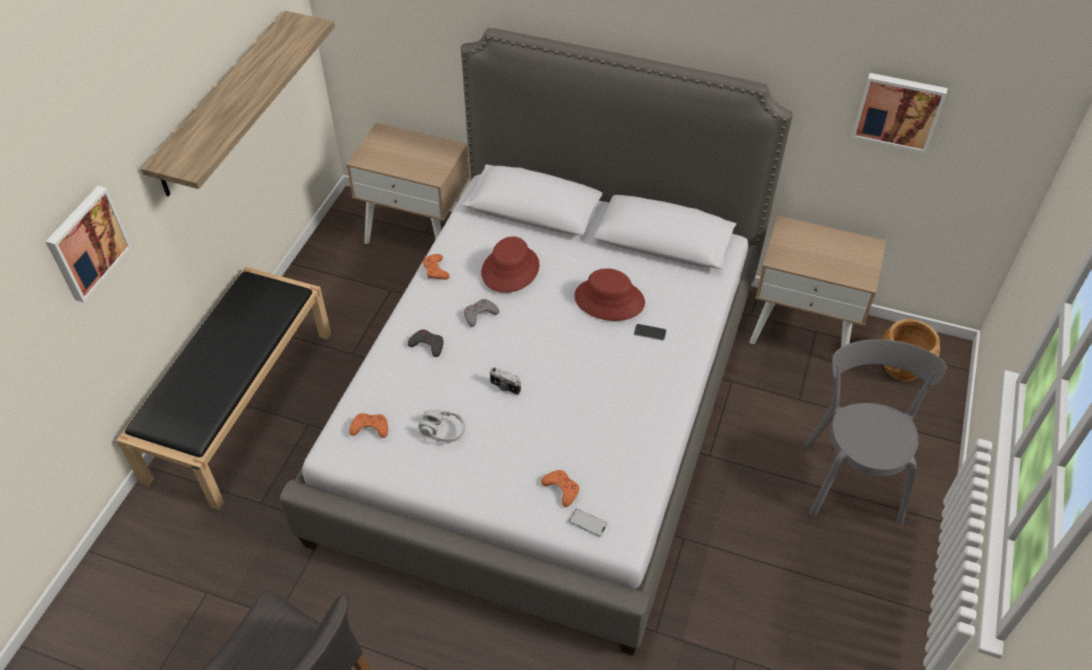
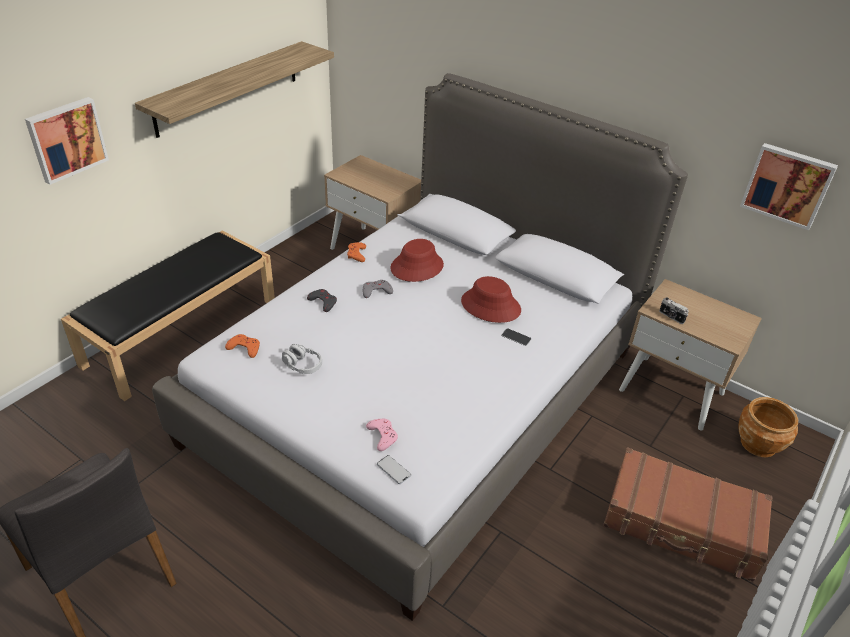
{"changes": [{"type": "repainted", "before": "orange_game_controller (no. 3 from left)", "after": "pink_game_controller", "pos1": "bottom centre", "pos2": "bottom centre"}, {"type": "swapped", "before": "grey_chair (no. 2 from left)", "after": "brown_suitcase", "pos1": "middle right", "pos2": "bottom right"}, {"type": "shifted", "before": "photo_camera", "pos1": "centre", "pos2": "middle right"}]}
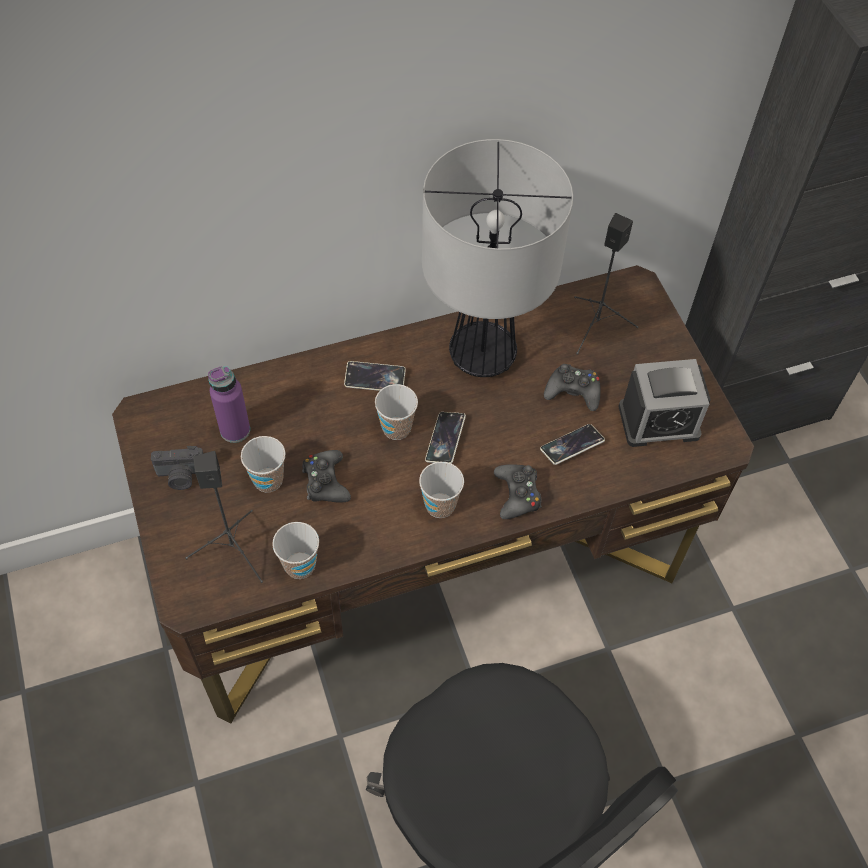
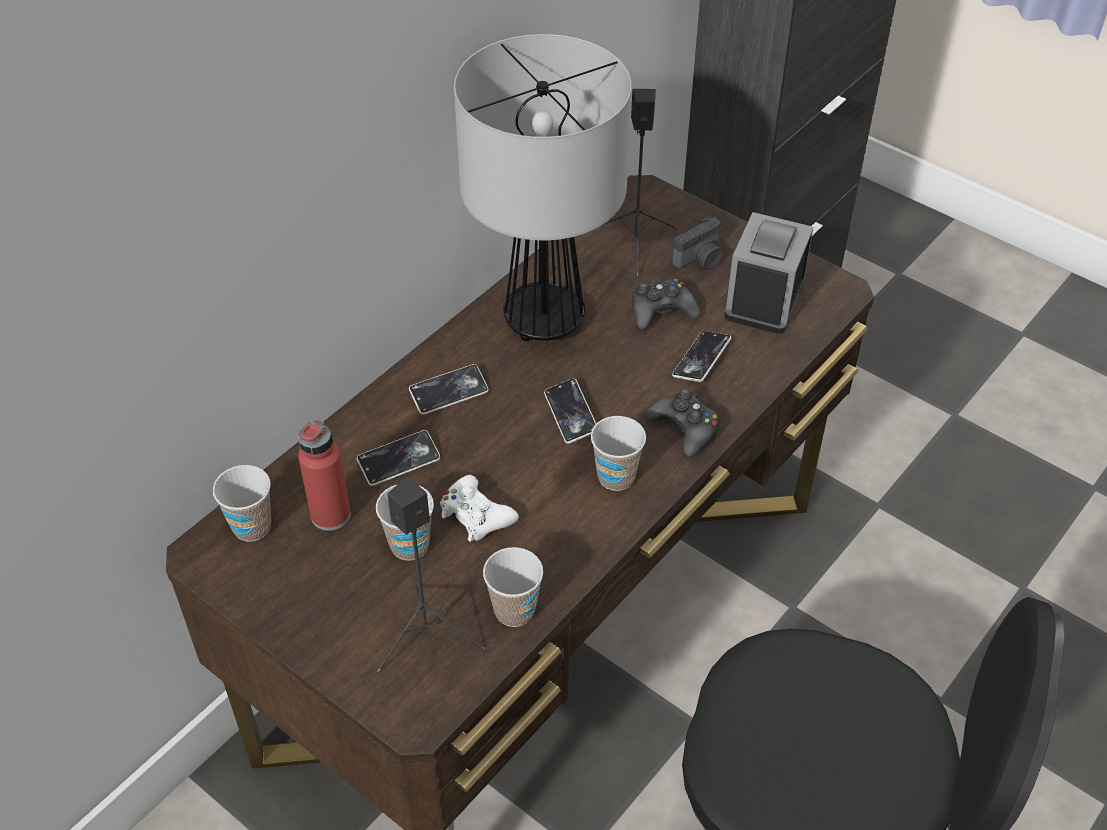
{"changes": [{"type": "shifted", "before": "cup (no. 3 from left in the first image)", "after": "cup (no. 1 from left)", "pos1": "centre", "pos2": "middle left"}, {"type": "repainted", "before": "purple_bottle", "after": "red_bottle", "pos1": "middle left", "pos2": "middle left"}, {"type": "new", "after": "phone (no. 1 from left)", "pos2": "centre"}, {"type": "repainted", "before": "black_game_controller (no. 1 from left)", "after": "white_game_controller", "pos1": "centre", "pos2": "centre"}, {"type": "shifted", "before": "photo_camera", "pos1": "middle left", "pos2": "top centre"}, {"type": "rotated", "before": "alarm_clock", "pos1": "middle right", "pos2": "top right", "turn": 150}]}
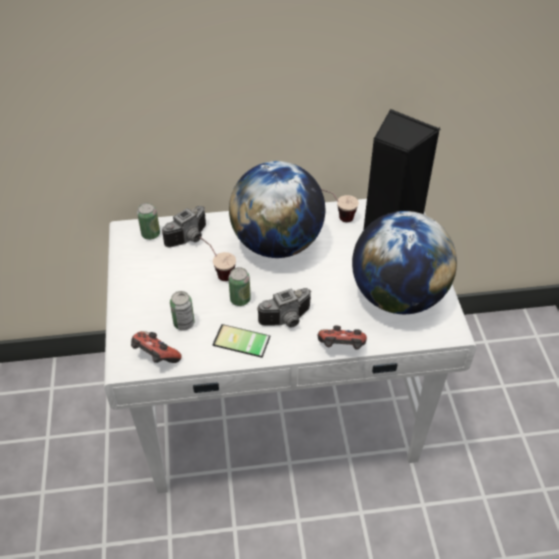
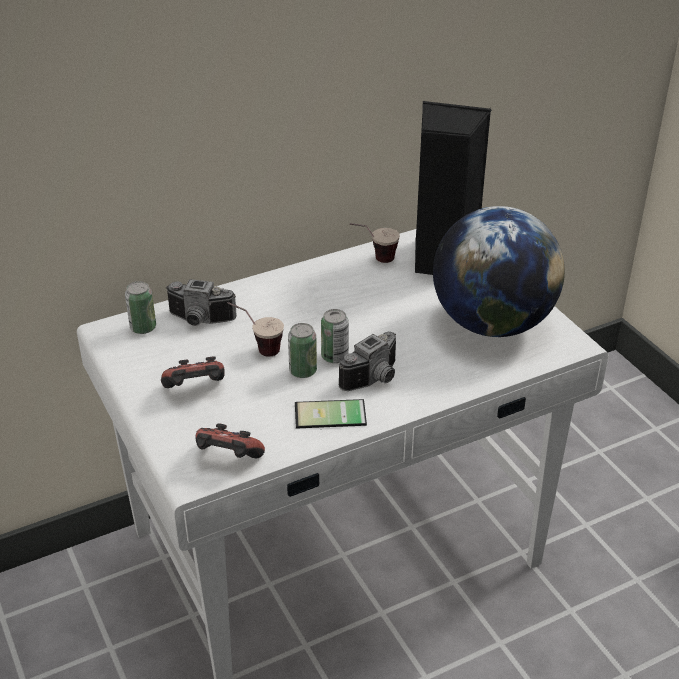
{"changes": [{"type": "shifted", "before": "game_controller (no. 2 from left in the first image)", "after": "game_controller (no. 1 from left)", "pos1": "centre", "pos2": "middle left"}, {"type": "rotated", "before": "photo_camera (no. 1 from left)", "pos1": "middle left", "pos2": "middle left", "turn": 75}, {"type": "shifted", "before": "can (no. 2 from left in the first image)", "after": "can (no. 3 from left)", "pos1": "middle left", "pos2": "centre"}, {"type": "gone", "before": "globe (no. 1 from left)", "pos1": "centre"}]}
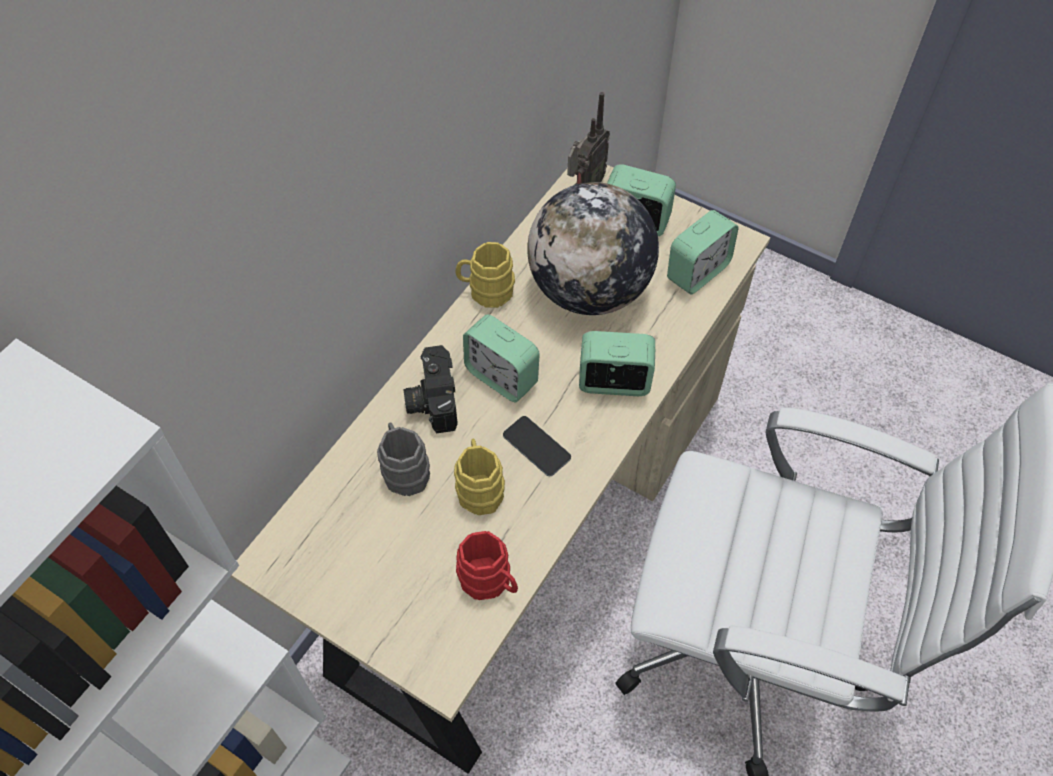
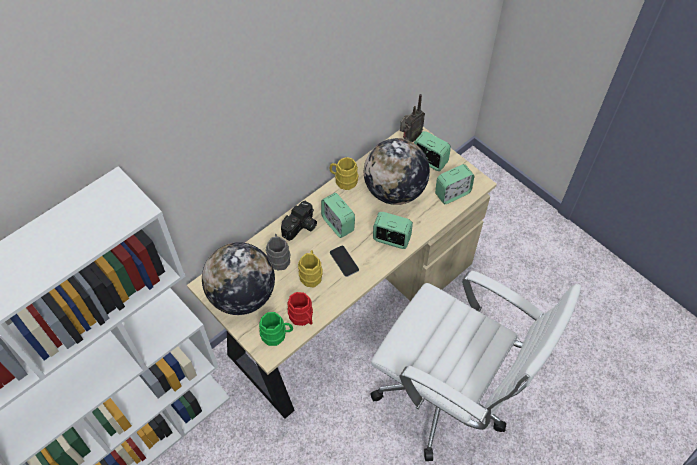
{"changes": [{"type": "new", "after": "globe (no. 1 from left)", "pos2": "centre"}, {"type": "new", "after": "green_mug", "pos2": "bottom centre"}, {"type": "rotated", "before": "photo_camera", "pos1": "centre", "pos2": "centre", "turn": -150}]}
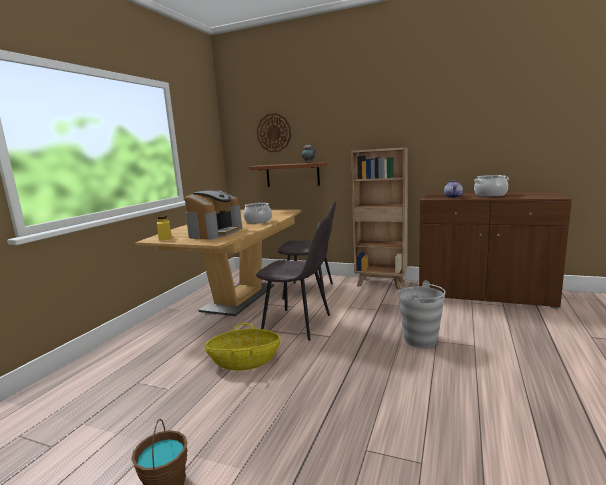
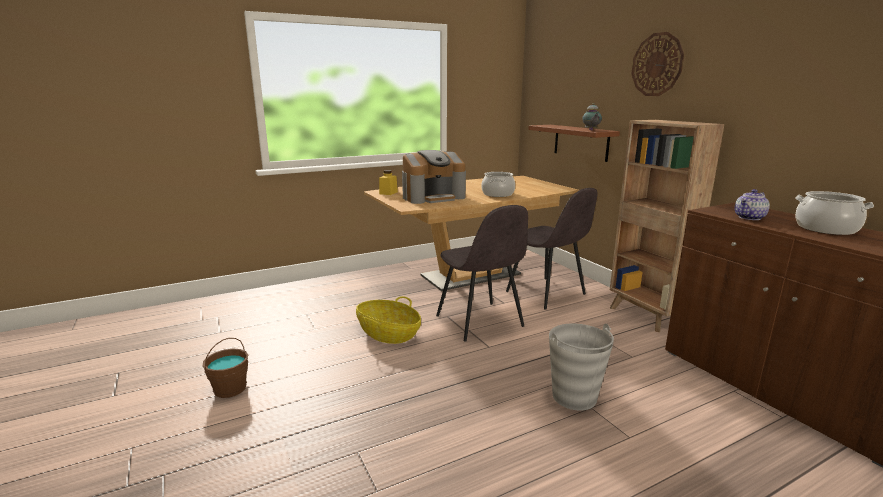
{"changes": [{"type": "shifted", "before": "wall_clock", "pos1": "top centre", "pos2": "top right"}]}
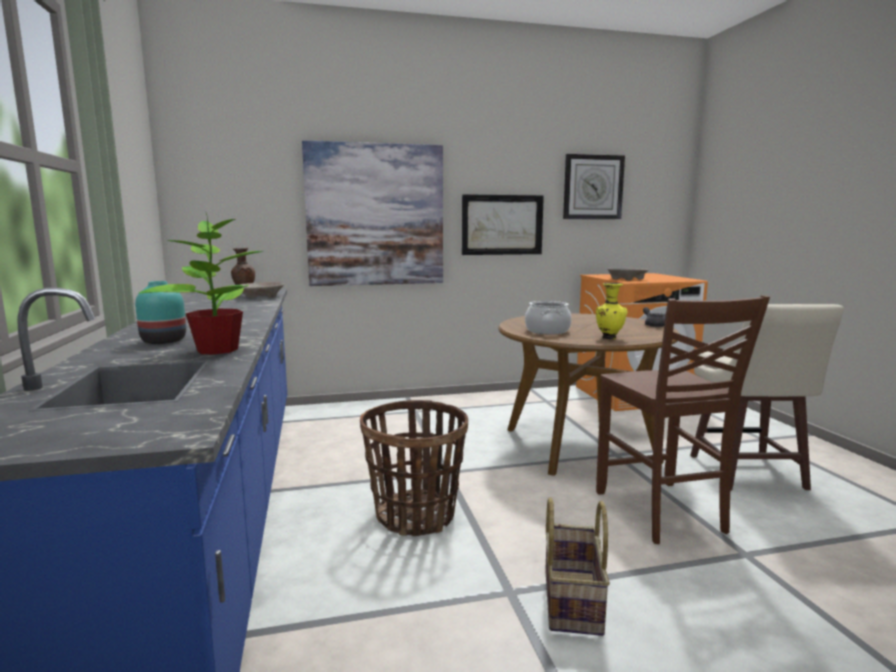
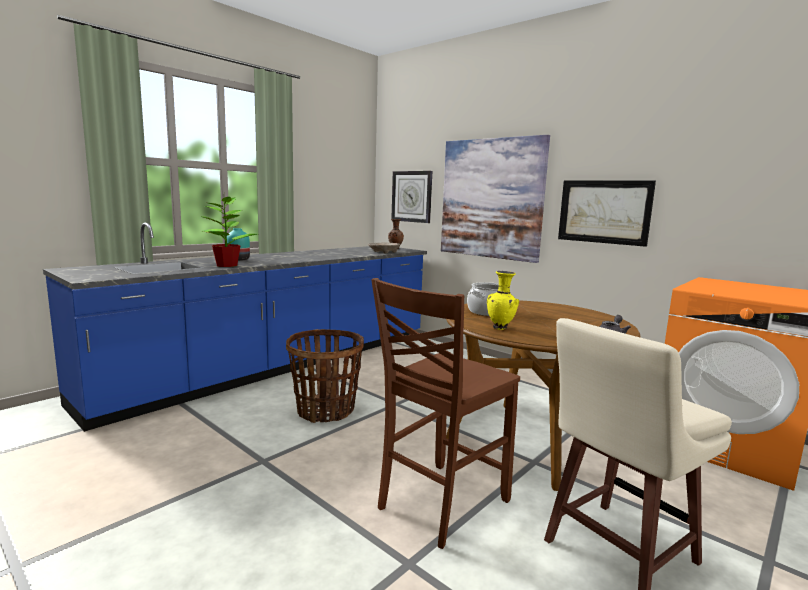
{"changes": [{"type": "shifted", "before": "wall_clock", "pos1": "top centre", "pos2": "centre"}, {"type": "gone", "before": "basket (no. 2 from left)", "pos1": "bottom centre"}, {"type": "gone", "before": "beige_bowl (no. 2 from left)", "pos1": "middle right"}]}
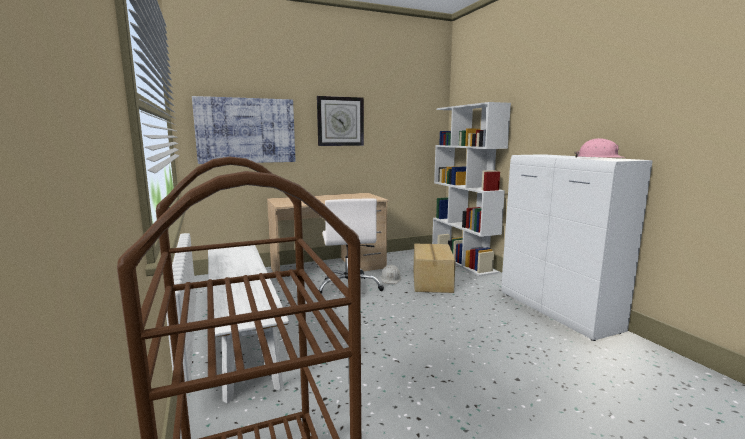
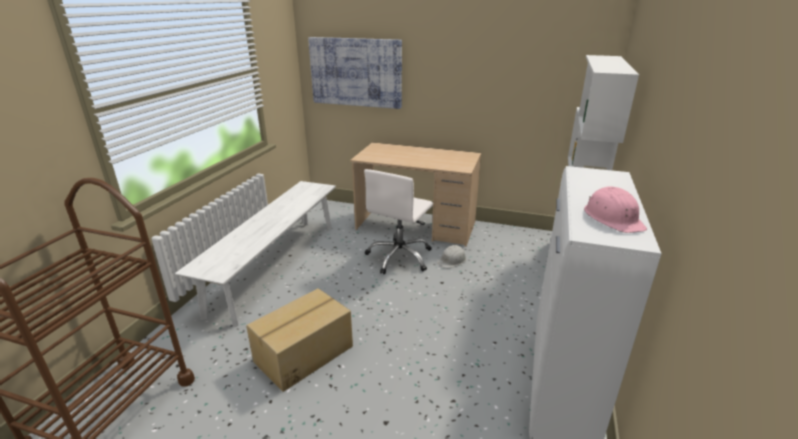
{"changes": [{"type": "shifted", "before": "cardboard_box", "pos1": "centre", "pos2": "bottom centre"}, {"type": "gone", "before": "wall_clock", "pos1": "top centre"}]}
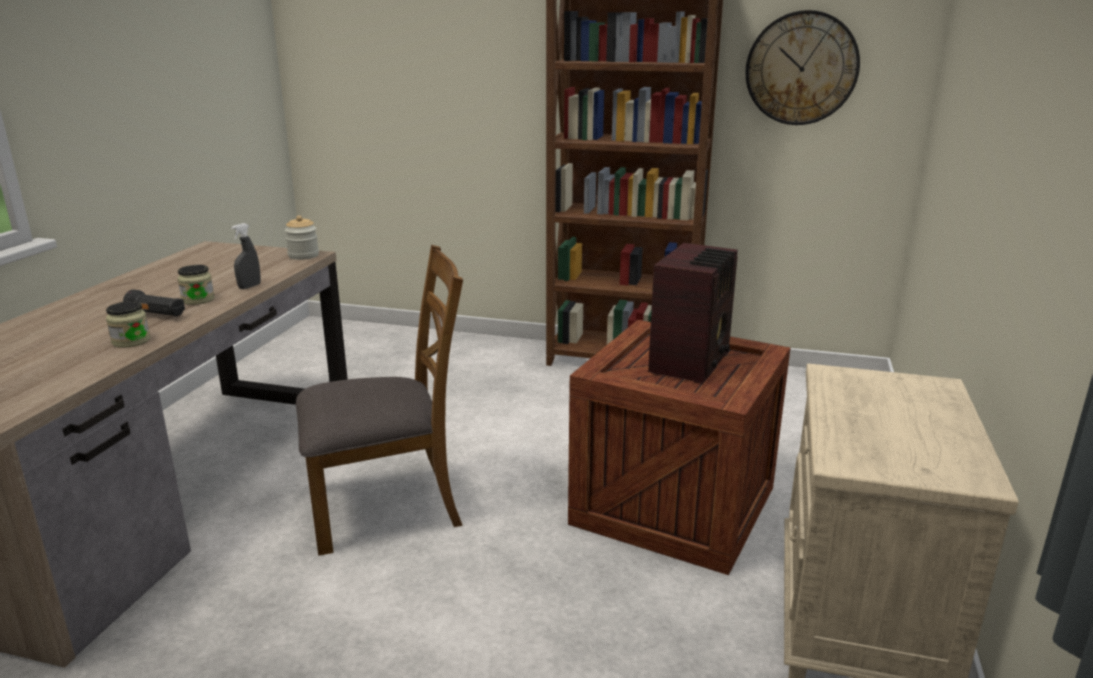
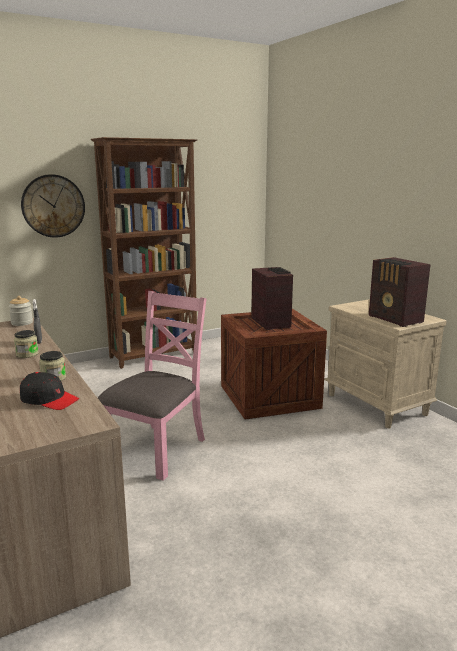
{"changes": [{"type": "new", "after": "black_cap", "pos2": "middle left"}, {"type": "shifted", "before": "wall_clock", "pos1": "top right", "pos2": "top left"}, {"type": "repainted", "before": "brown_chair", "after": "pink_chair", "pos1": "centre", "pos2": "middle left"}, {"type": "new", "after": "radio (no. 2 from left)", "pos2": "middle right"}, {"type": "gone", "before": "black_flashlight", "pos1": "middle left"}]}
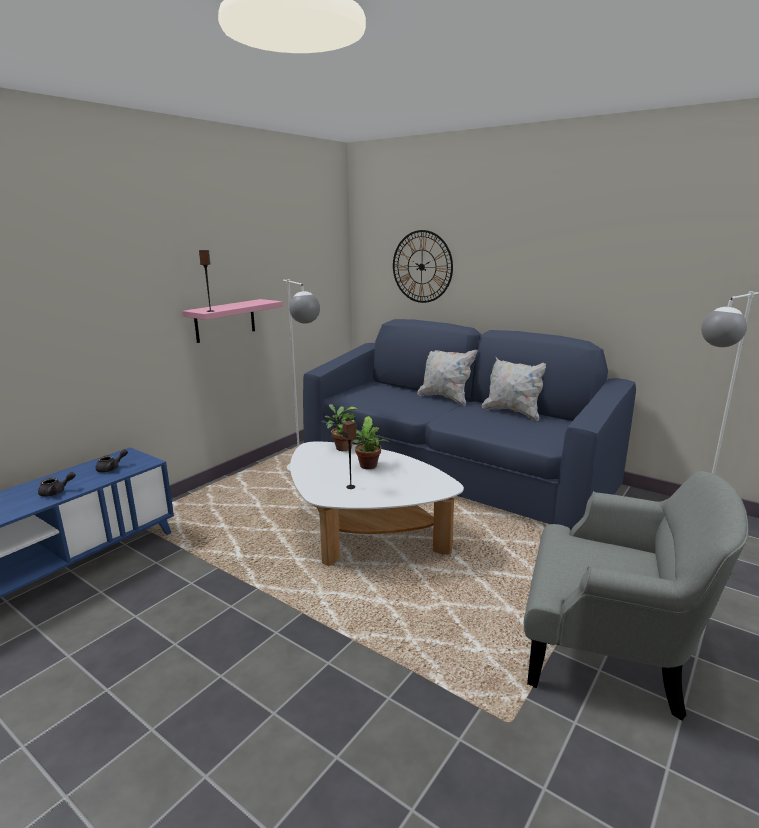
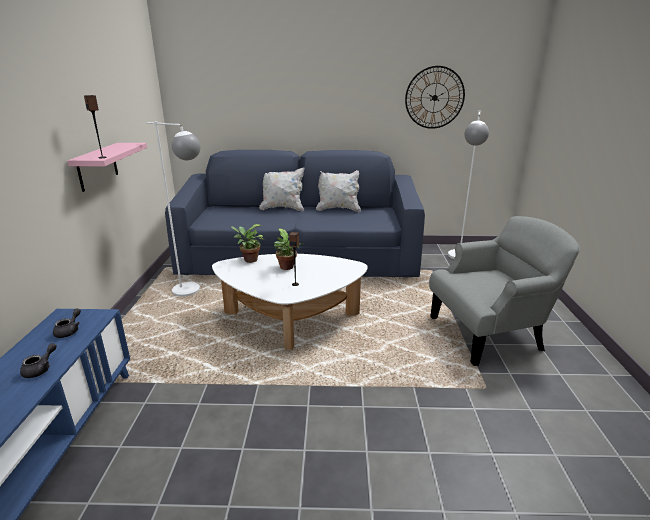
{"changes": [{"type": "shifted", "before": "wall_clock", "pos1": "top centre", "pos2": "top right"}]}
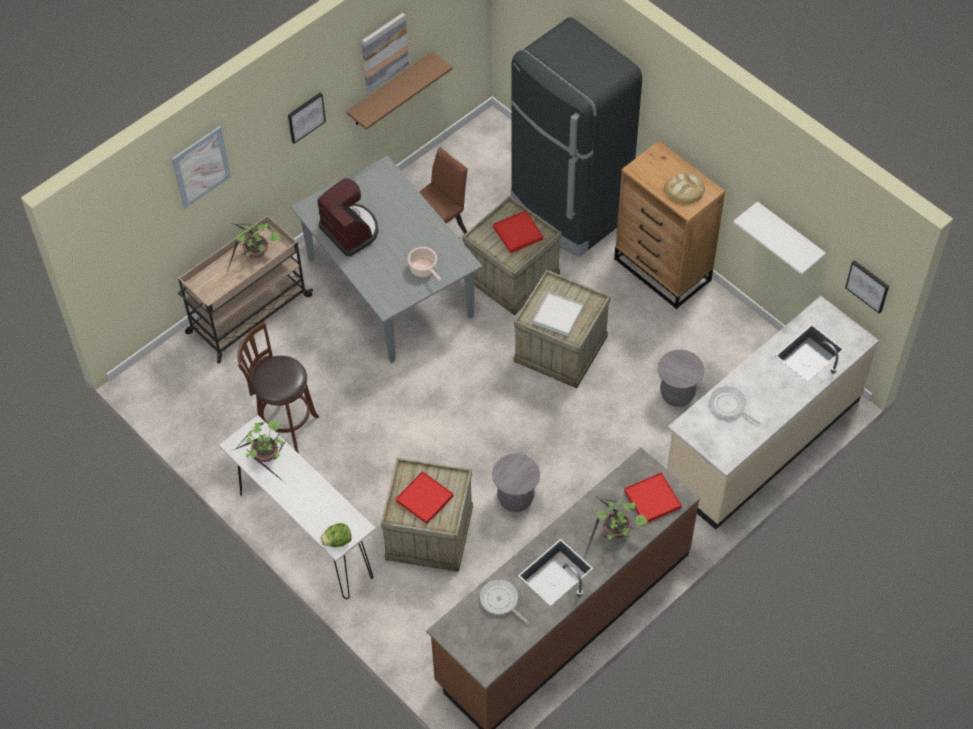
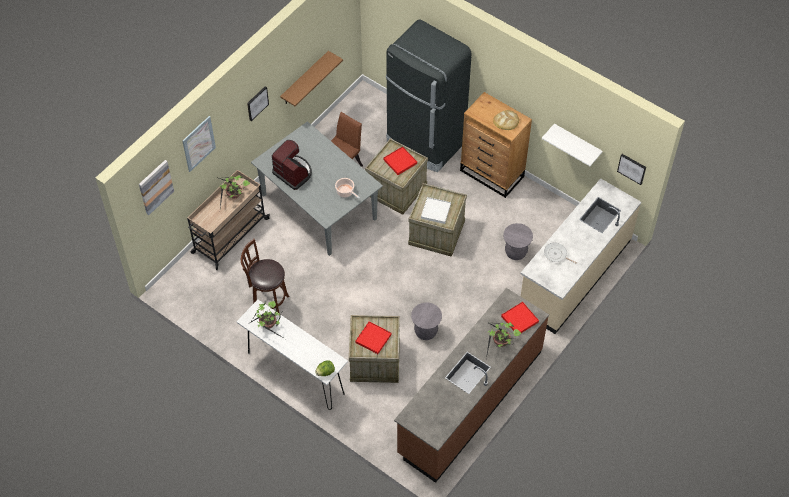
{"changes": [{"type": "shifted", "before": "picture (no. 3 from left in the first image)", "after": "picture (no. 1 from left)", "pos1": "top centre", "pos2": "middle left"}, {"type": "gone", "before": "frying_pan (no. 1 from left)", "pos1": "bottom centre"}]}
